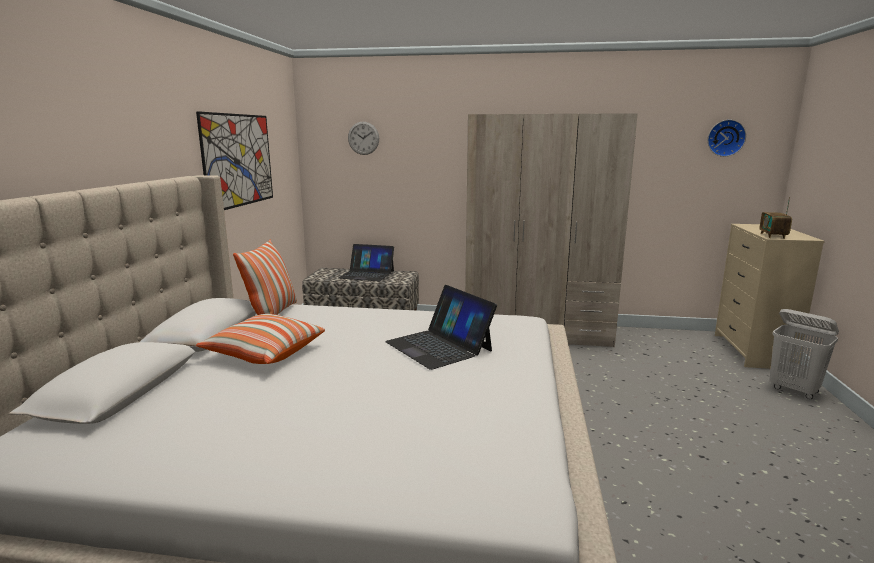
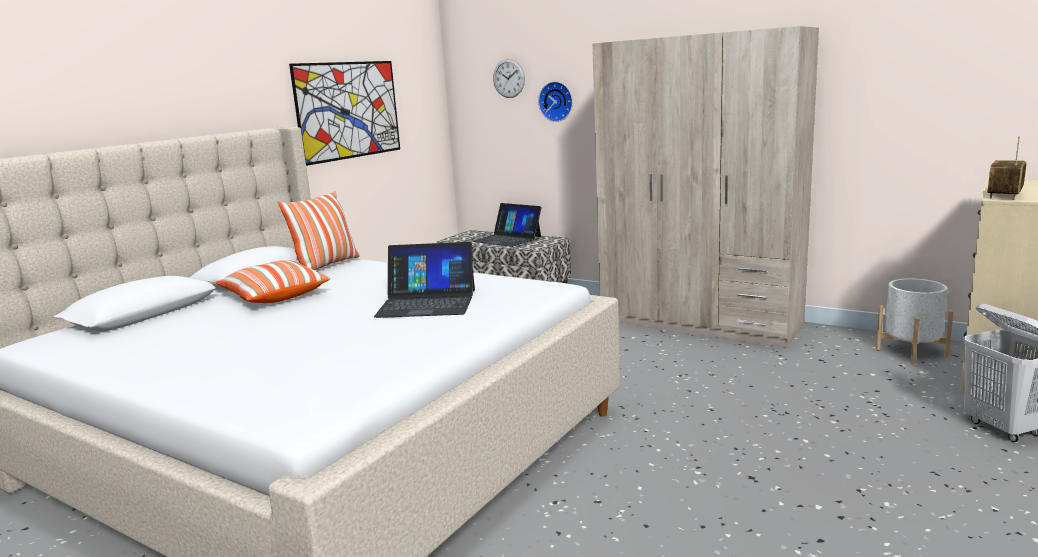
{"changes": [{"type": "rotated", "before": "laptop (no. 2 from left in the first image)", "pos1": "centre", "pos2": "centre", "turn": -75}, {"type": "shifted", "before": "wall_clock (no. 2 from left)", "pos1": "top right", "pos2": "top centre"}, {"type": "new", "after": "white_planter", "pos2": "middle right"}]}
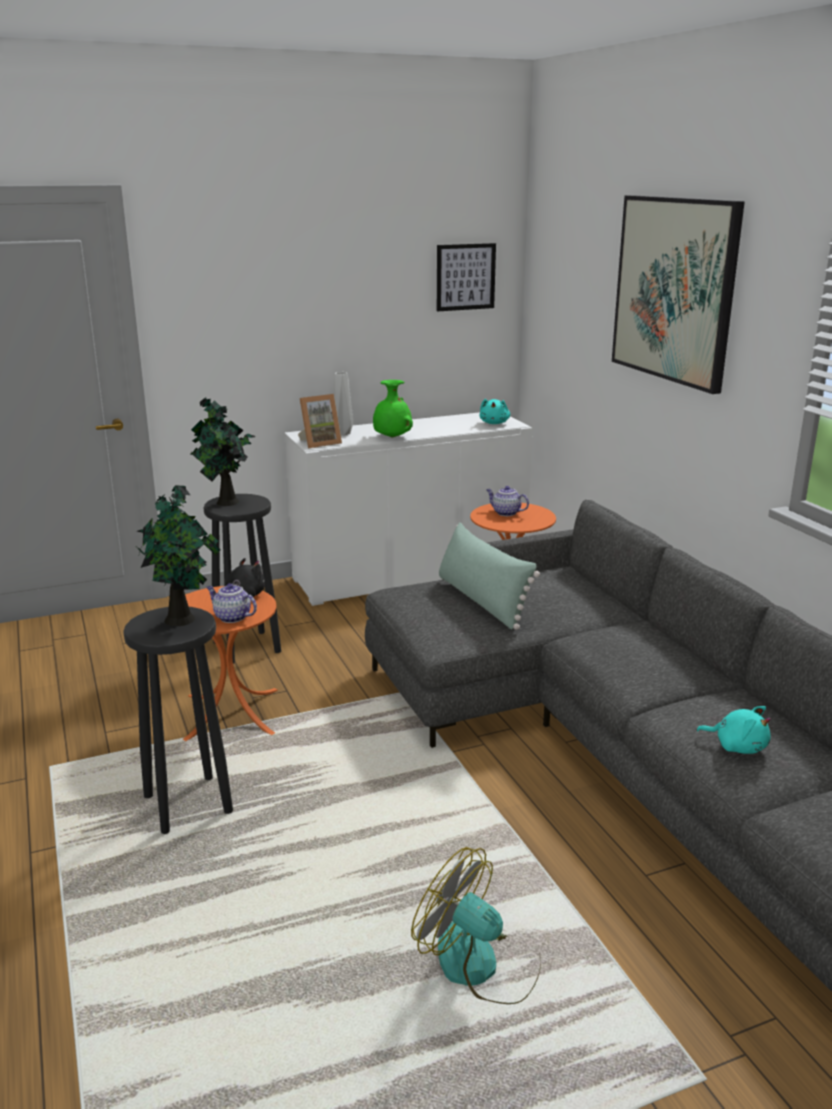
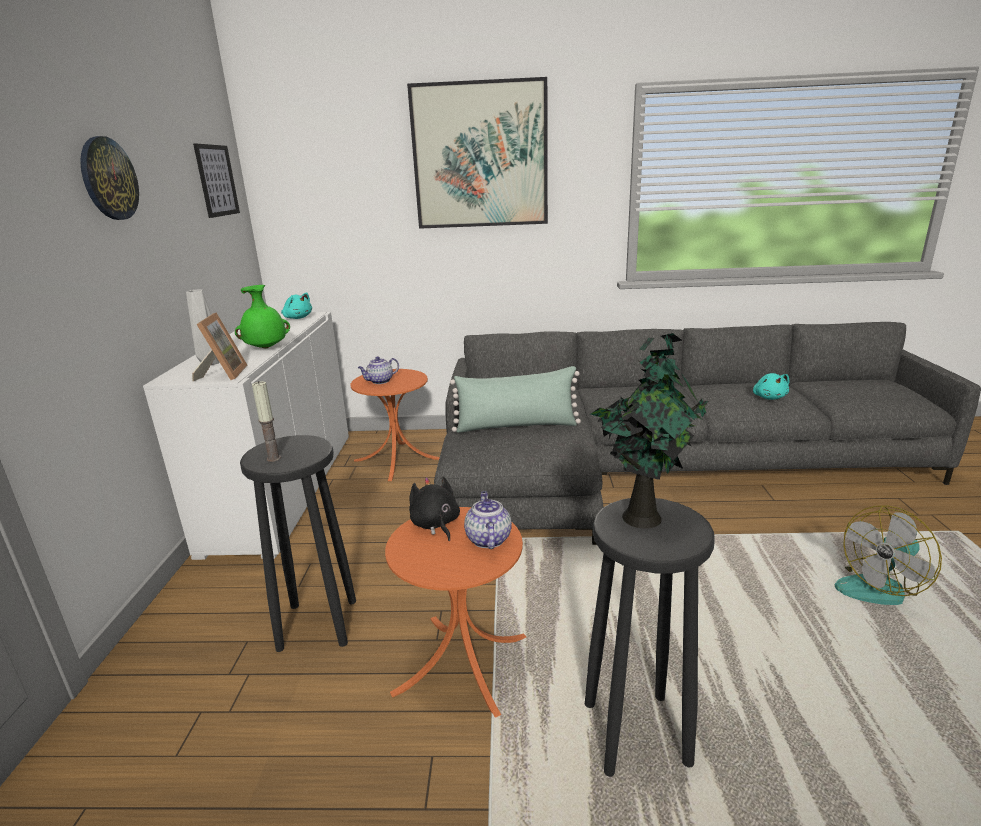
{"changes": [{"type": "new", "after": "wall_clock", "pos2": "top left"}, {"type": "swapped", "before": "potted_plant (no. 2 from left)", "after": "candle", "pos1": "middle left", "pos2": "middle left"}, {"type": "rotated", "before": "teapot (no. 1 from left in the first image)", "pos1": "middle left", "pos2": "centre", "turn": 120}, {"type": "rotated", "before": "turquoise_plush_toy (no. 2 from left)", "pos1": "middle right", "pos2": "middle right", "turn": 120}]}
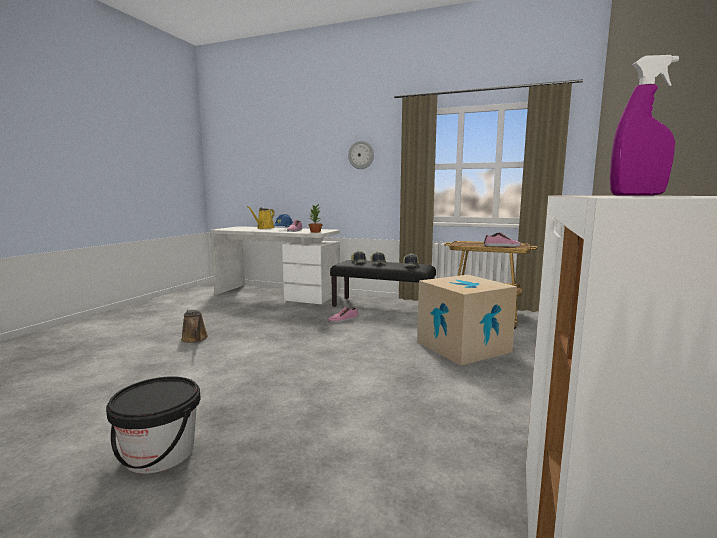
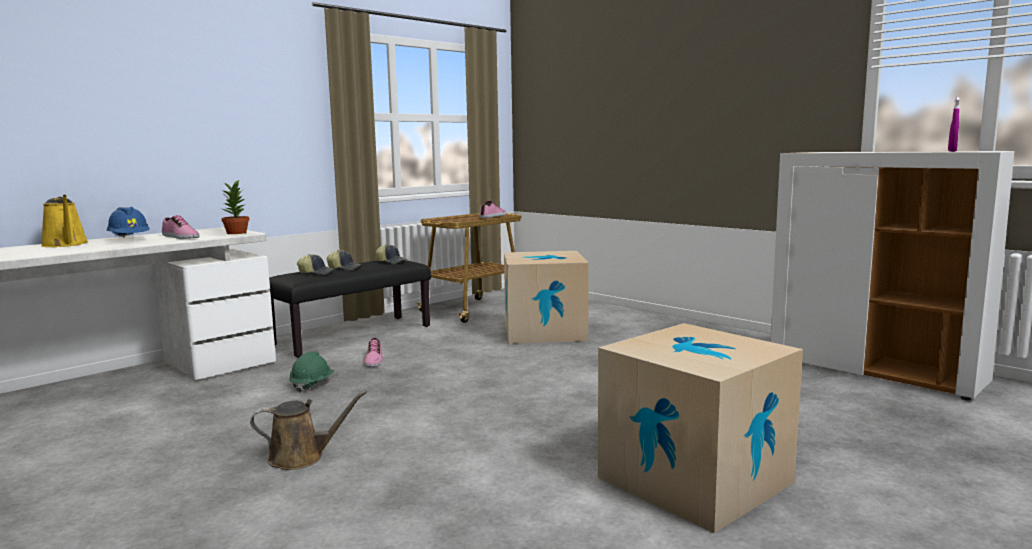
{"changes": [{"type": "new", "after": "green_hard_hat", "pos2": "bottom left"}, {"type": "swapped", "before": "black_bucket", "after": "cardboard_box (no. 2 from left)", "pos1": "bottom left", "pos2": "bottom right"}, {"type": "gone", "before": "wall_clock", "pos1": "top centre"}]}
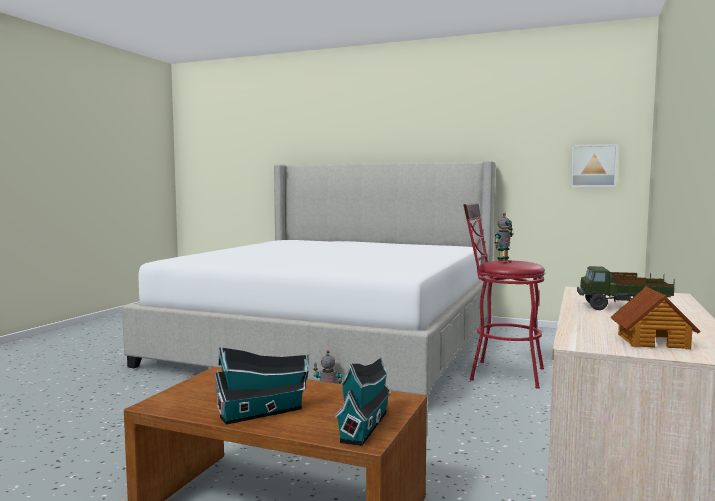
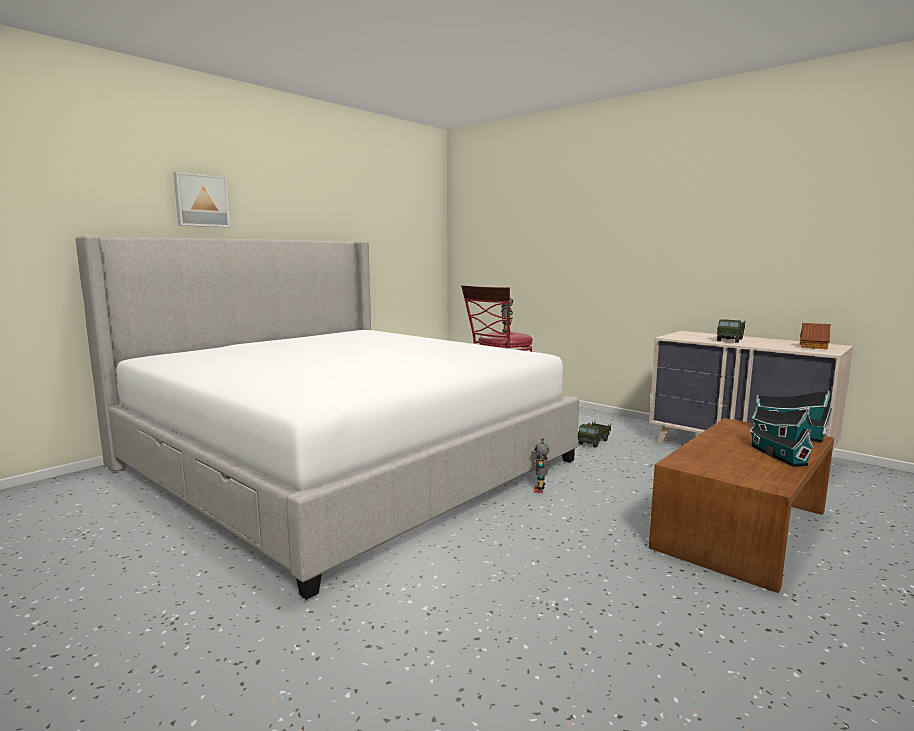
{"changes": [{"type": "shifted", "before": "picture", "pos1": "top right", "pos2": "top left"}, {"type": "new", "after": "toy_truck (no. 1 from left)", "pos2": "centre"}]}
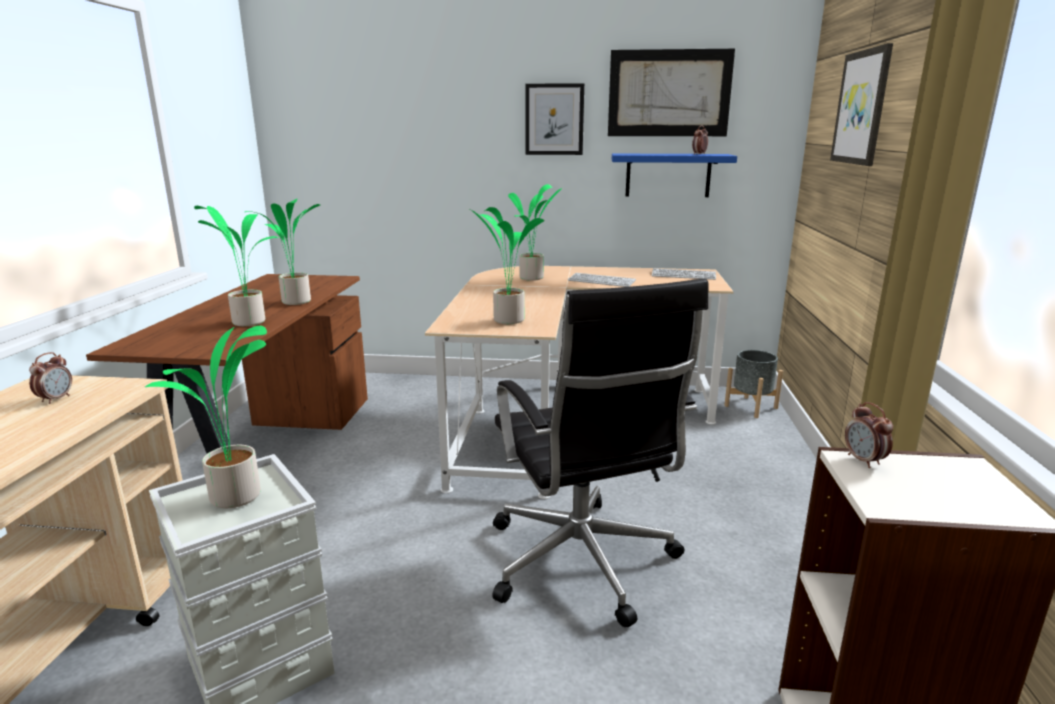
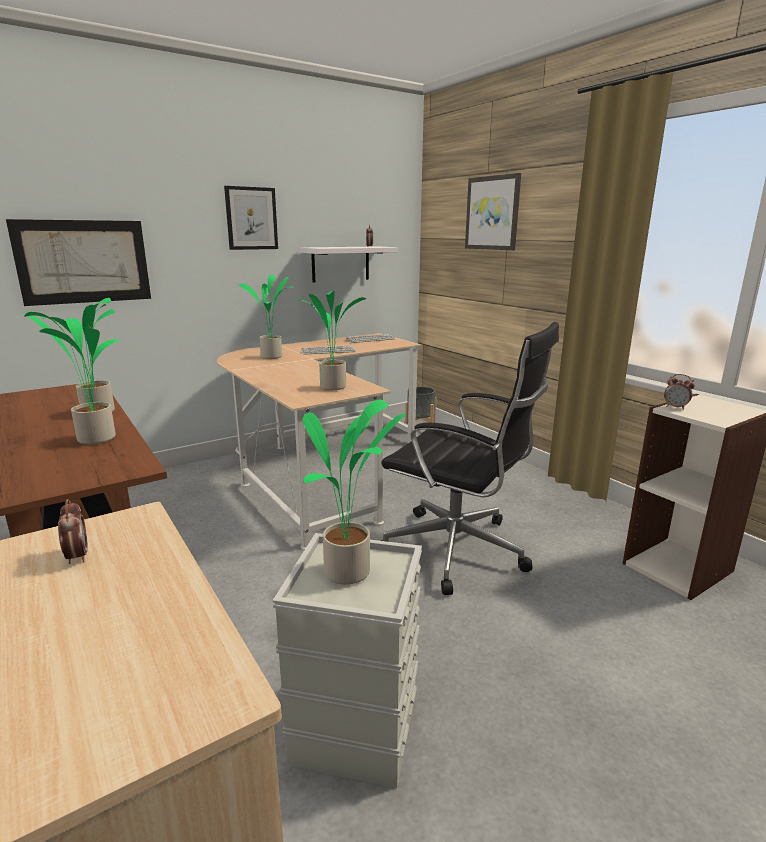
{"changes": [{"type": "shifted", "before": "picture (no. 2 from left in the first image)", "after": "picture (no. 1 from left)", "pos1": "top centre", "pos2": "top left"}, {"type": "repainted", "before": "blue_shelf", "after": "white_shelf", "pos1": "top centre", "pos2": "top centre"}]}
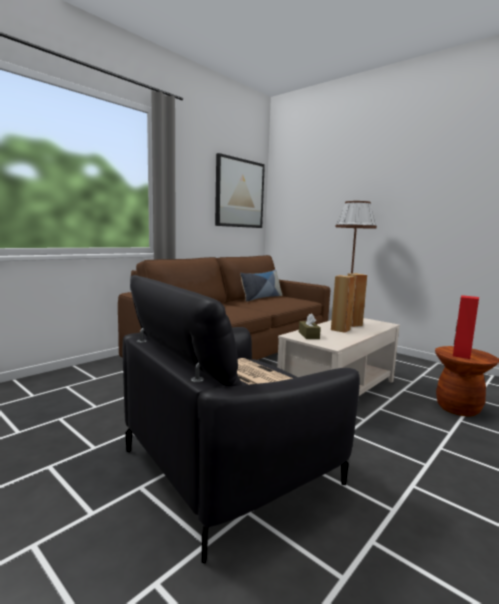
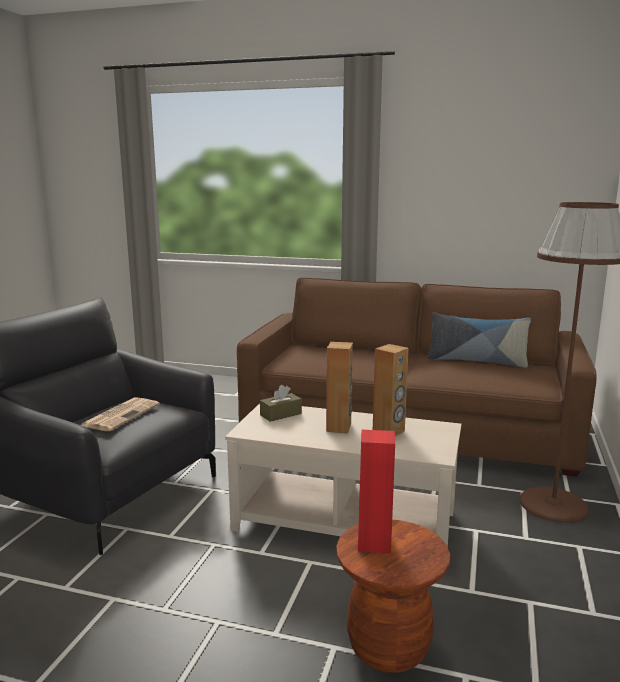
{"changes": [{"type": "gone", "before": "picture", "pos1": "top centre"}]}
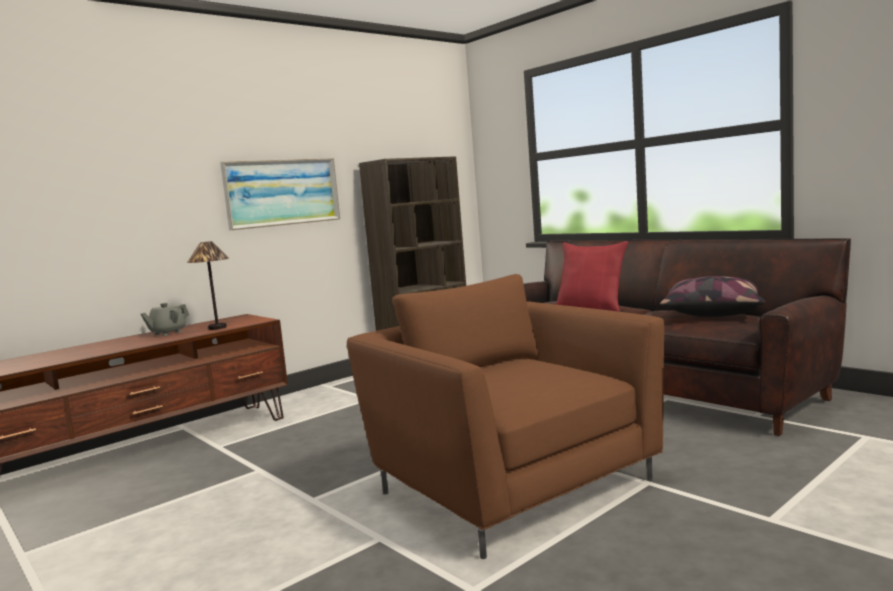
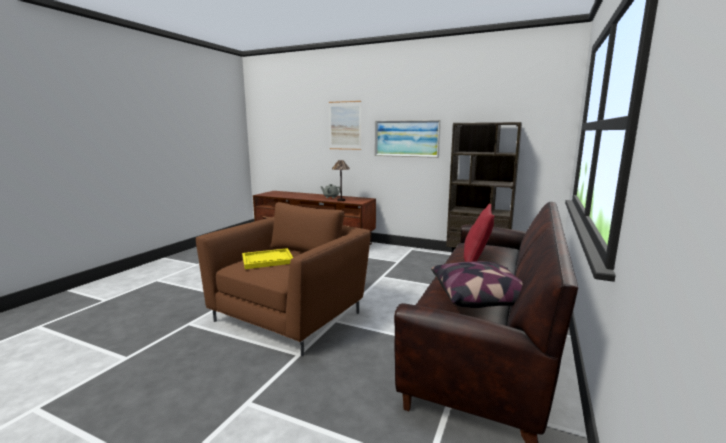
{"changes": [{"type": "new", "after": "yellow_tray", "pos2": "centre"}, {"type": "new", "after": "picture (no. 1 from left)", "pos2": "top centre"}]}
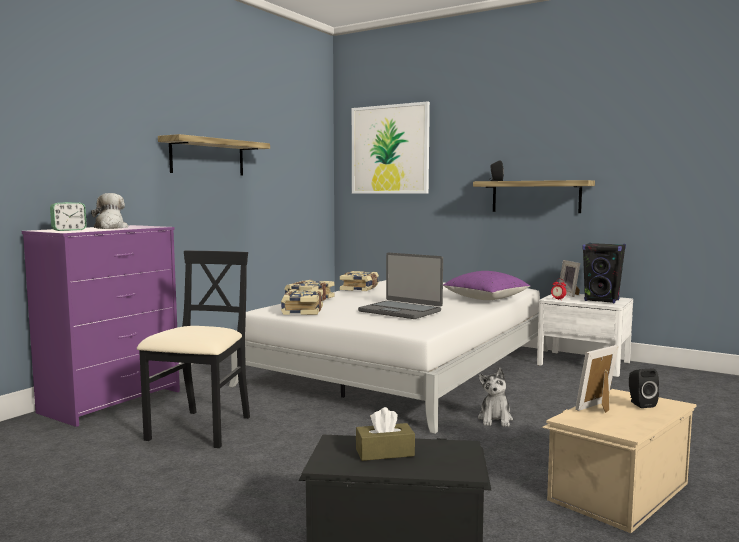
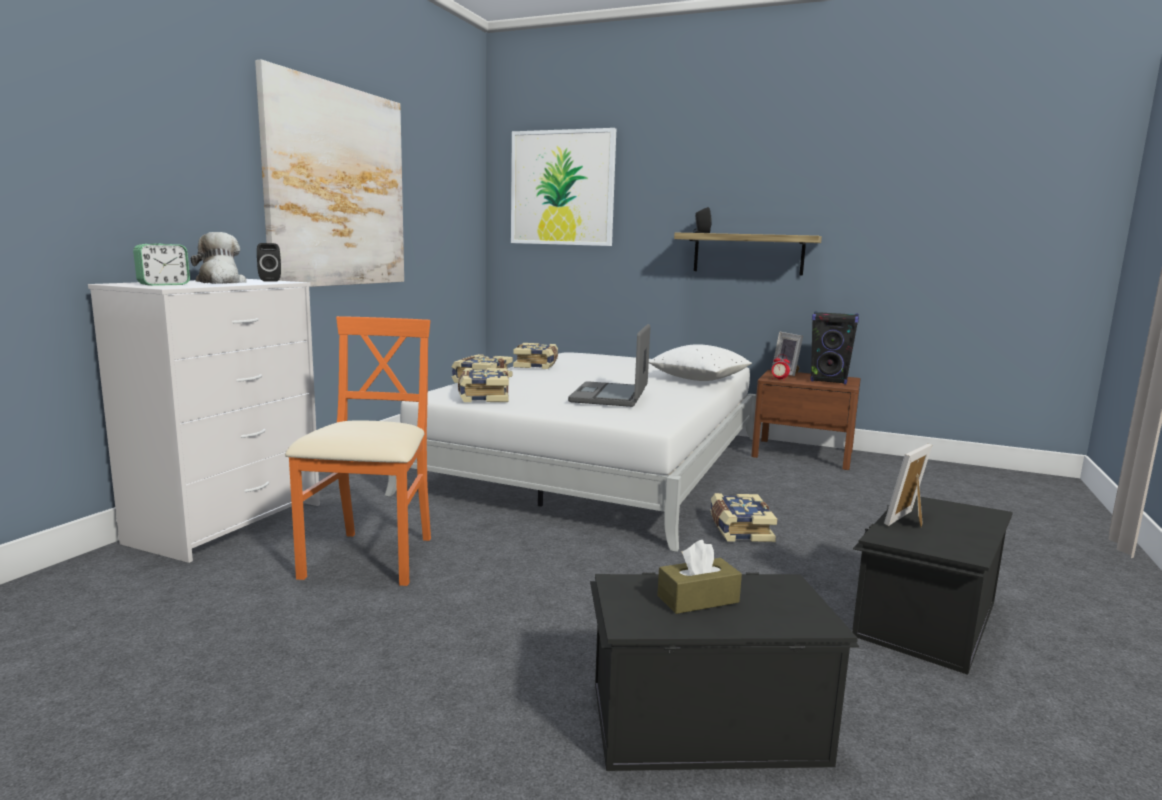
{"changes": [{"type": "repainted", "before": "purple_dresser", "after": "white_dresser", "pos1": "middle left", "pos2": "middle left"}, {"type": "swapped", "before": "shelf (no. 1 from left)", "after": "picture (no. 1 from left)", "pos1": "top left", "pos2": "top left"}, {"type": "shifted", "before": "black_speaker (no. 3 from left in the first image)", "after": "black_speaker (no. 1 from left)", "pos1": "bottom right", "pos2": "top left"}, {"type": "repainted", "before": "black_chair", "after": "orange_chair", "pos1": "middle left", "pos2": "middle left"}, {"type": "rotated", "before": "laptop", "pos1": "centre", "pos2": "centre", "turn": 75}, {"type": "repainted", "before": "purple_pillow", "after": "white_pillow", "pos1": "centre", "pos2": "centre"}, {"type": "swapped", "before": "plush_toy (no. 2 from left)", "after": "book (no. 4 from left)", "pos1": "bottom right", "pos2": "centre"}, {"type": "repainted", "before": "white_nightstand", "after": "brown_nightstand", "pos1": "middle right", "pos2": "middle right"}, {"type": "repainted", "before": "beige_storage_box", "after": "black_storage_box (no. 2 from left)", "pos1": "bottom right", "pos2": "bottom right"}]}
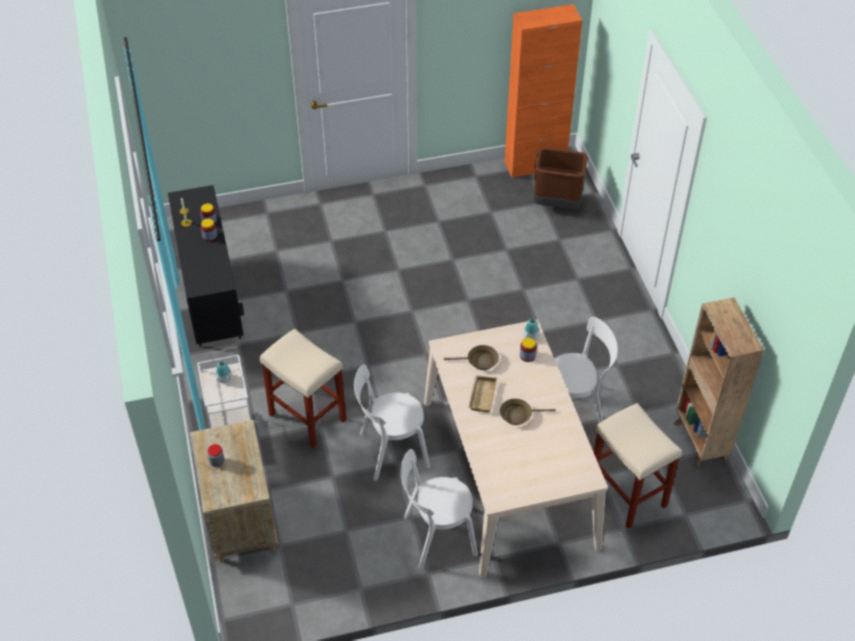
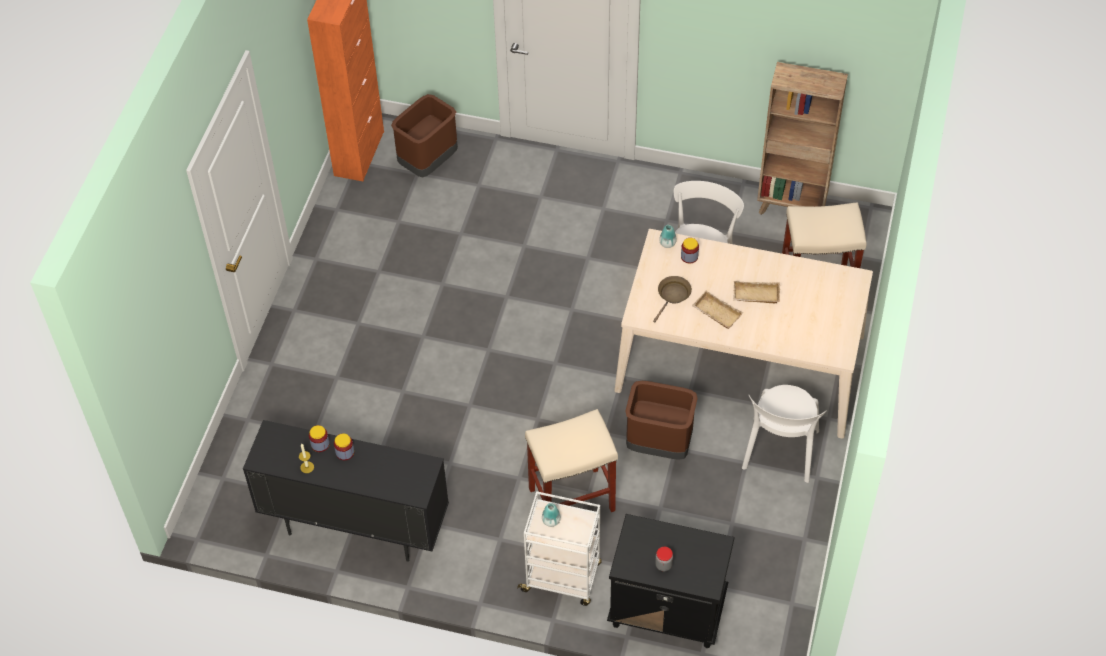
{"changes": [{"type": "repainted", "before": "beige_nightstand", "after": "black_nightstand", "pos1": "bottom left", "pos2": "bottom centre"}, {"type": "swapped", "before": "white_chair (no. 1 from left)", "after": "brown_trash_can (no. 2 from left)", "pos1": "centre", "pos2": "centre"}, {"type": "swapped", "before": "brown_frying_pan (no. 2 from left)", "after": "beige_tray (no. 2 from left)", "pos1": "centre", "pos2": "middle right"}]}
